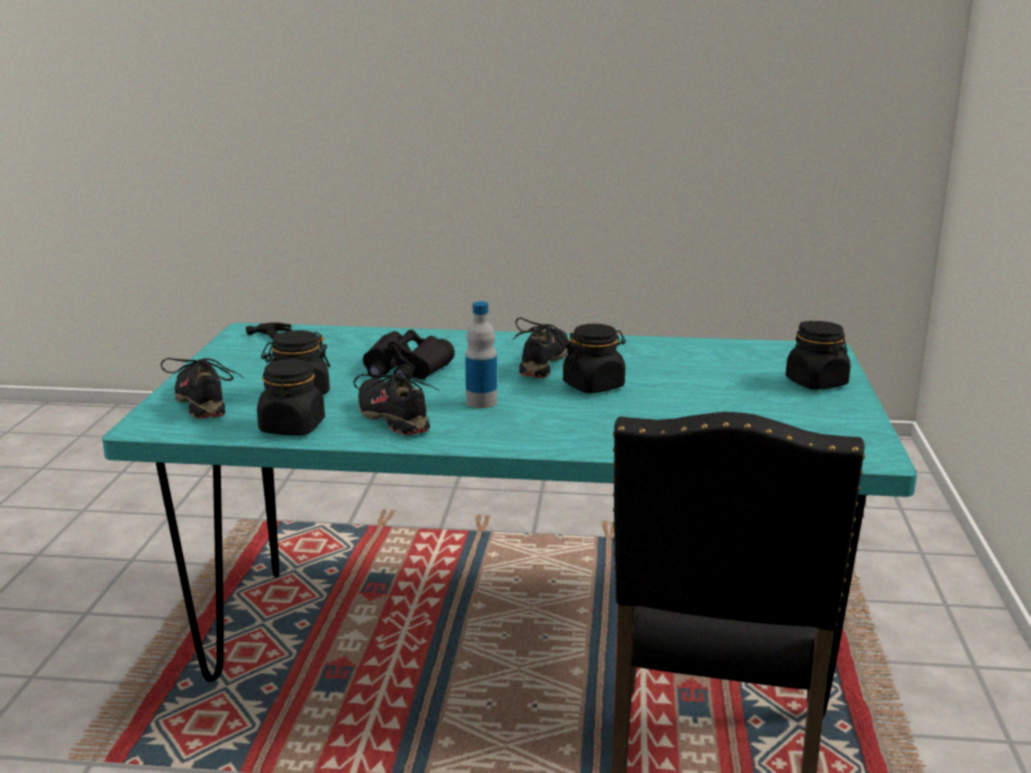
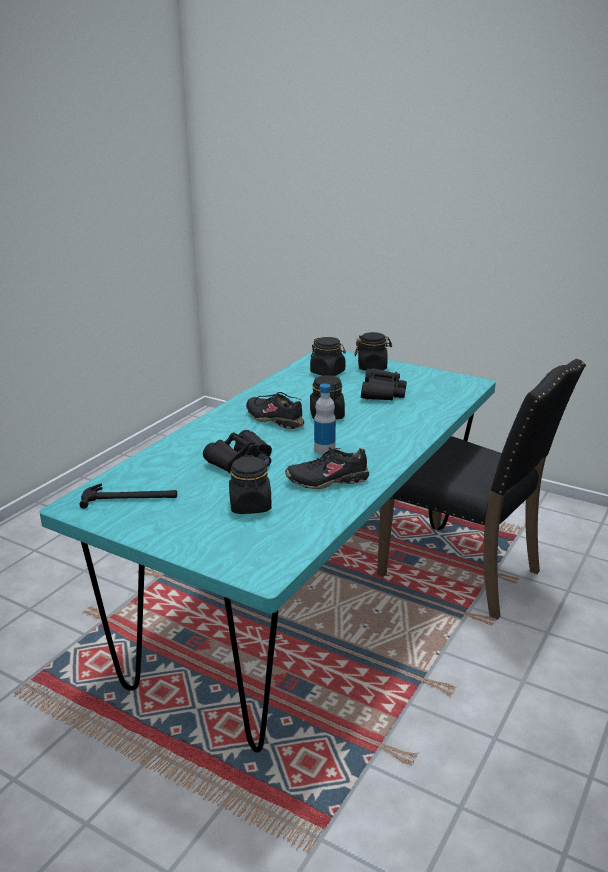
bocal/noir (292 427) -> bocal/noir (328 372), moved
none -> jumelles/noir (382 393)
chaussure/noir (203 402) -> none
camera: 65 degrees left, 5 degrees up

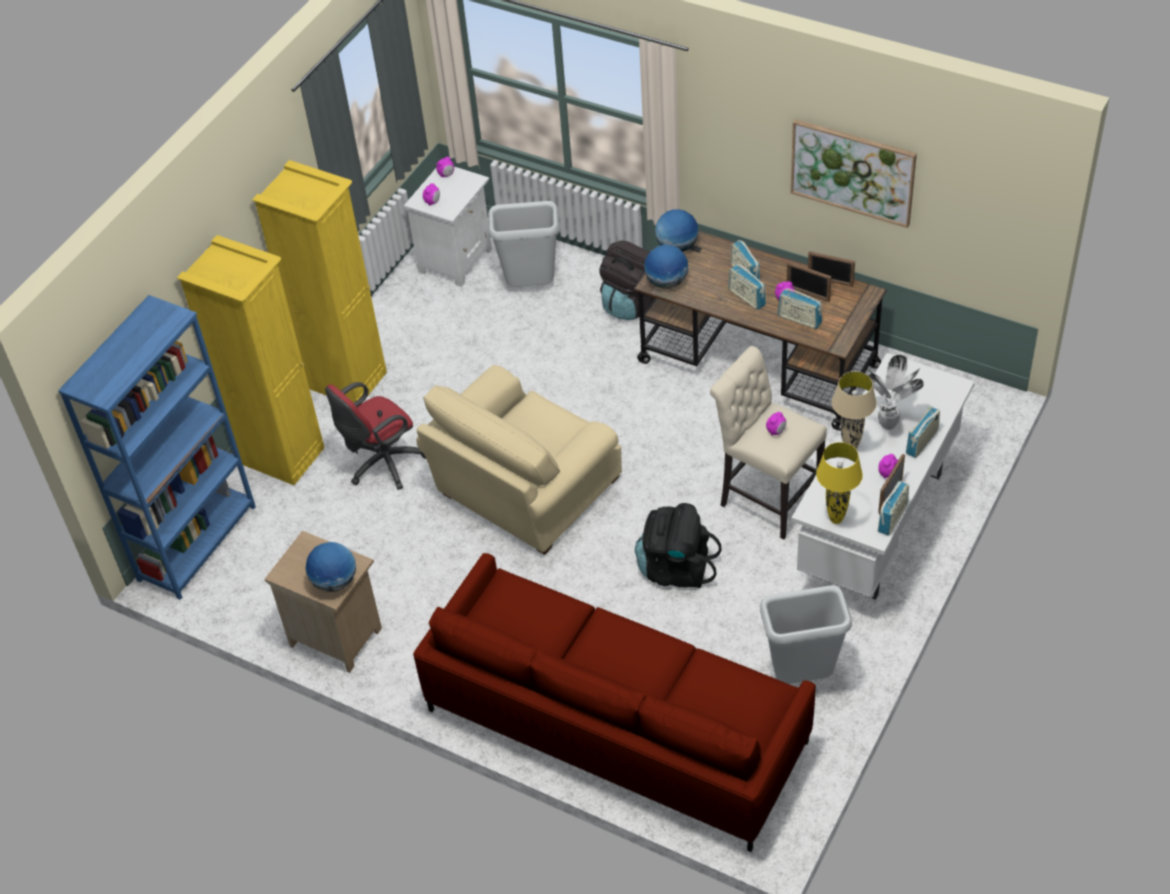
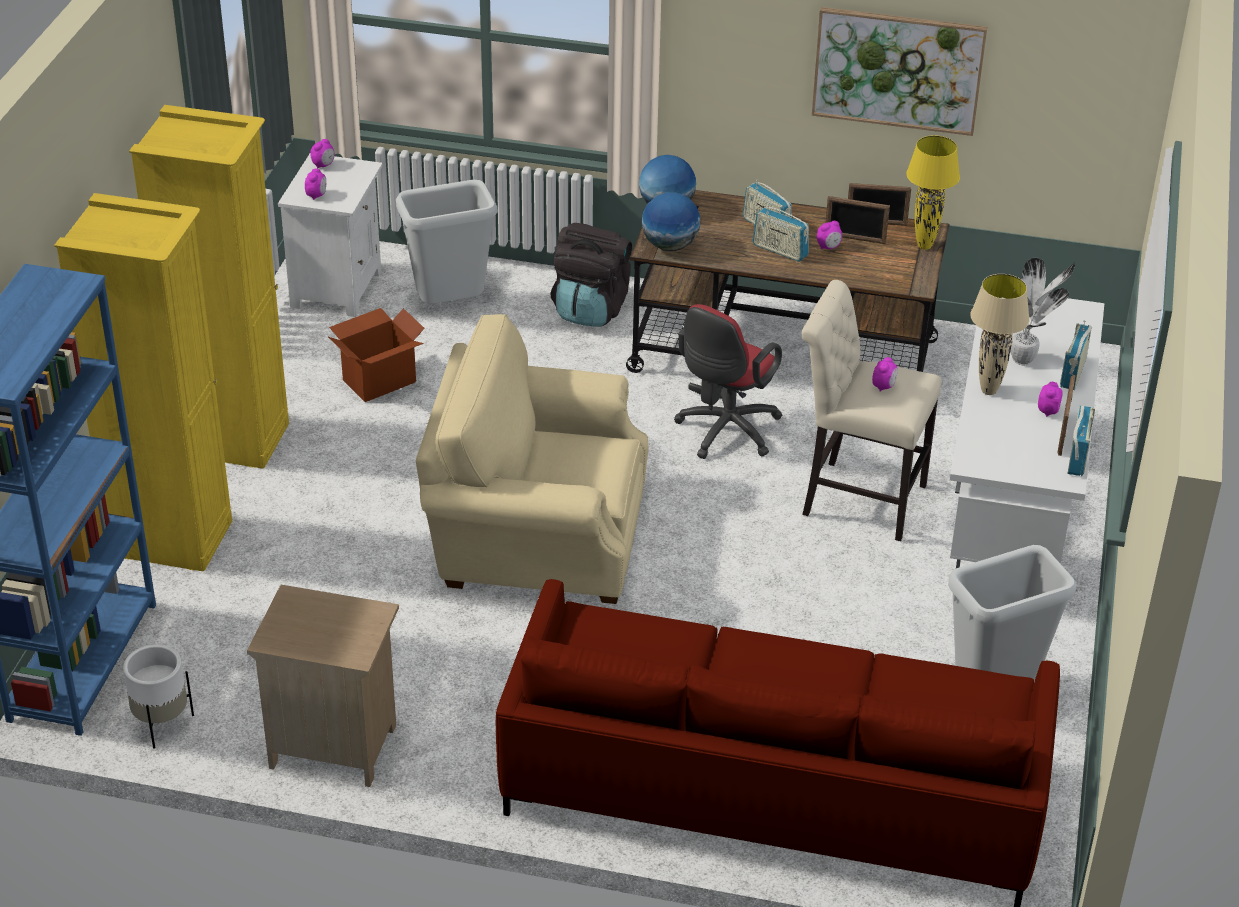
none -> cache-pot/blanc (161 725)
none -> carton (378 381)
fauteuil/beige (526 490) -> fauteuil/beige (536 533), 75 degrees clockwise
chaise de bureau/rouge (382 464) -> chaise de bureau/rouge (724 433), moved
lampe de table/jaune (836 519) -> lampe de table/jaune (925 246), moved
globe (335 581) -> none
sac à dos/noir (675 569) -> none
radio (799 319) -> none
camera: 20 degrees left, 10 degrees down

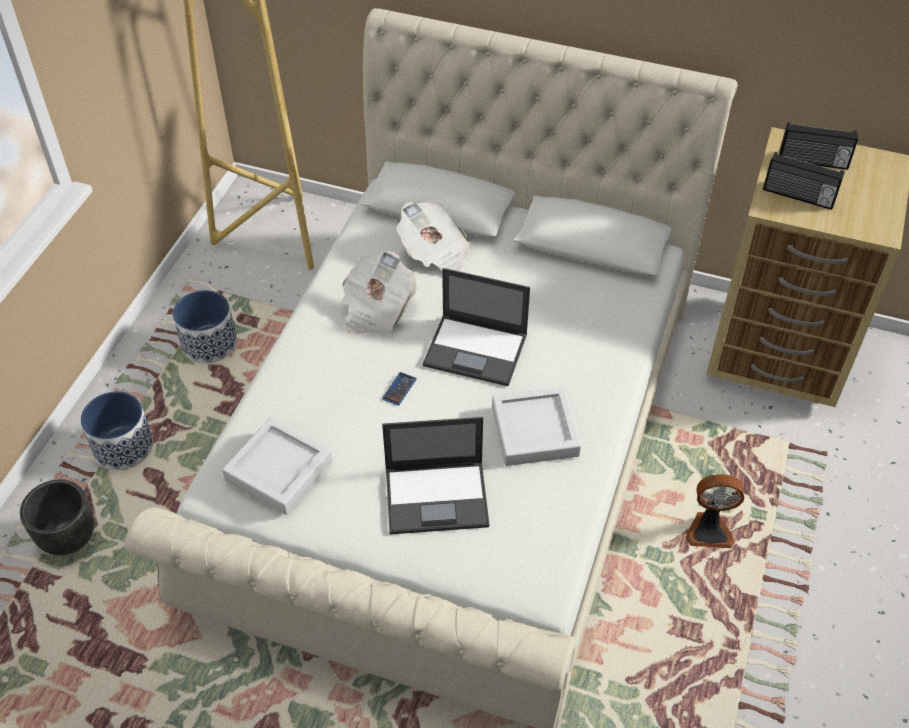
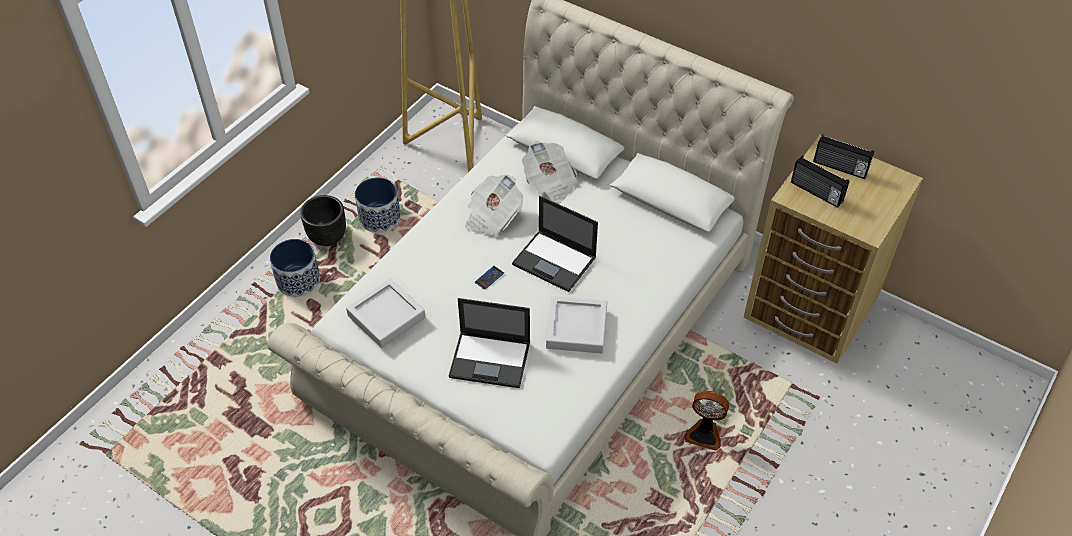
cache-pot/noir (68 538) -> cache-pot/noir (327 237), moved
camera: 15 degrees right, 0 degrees up

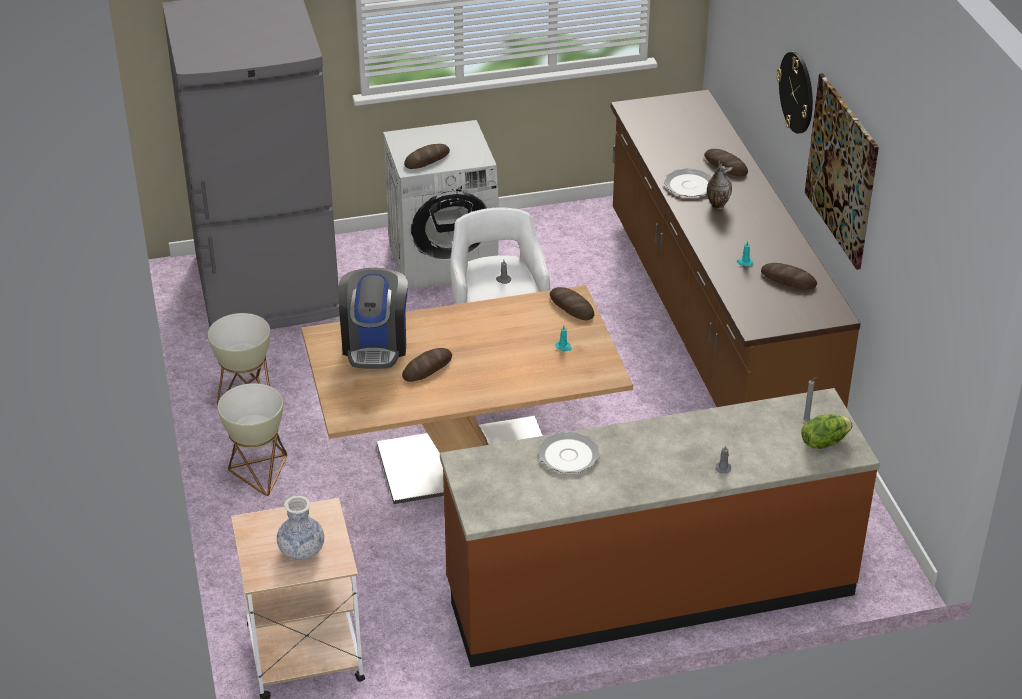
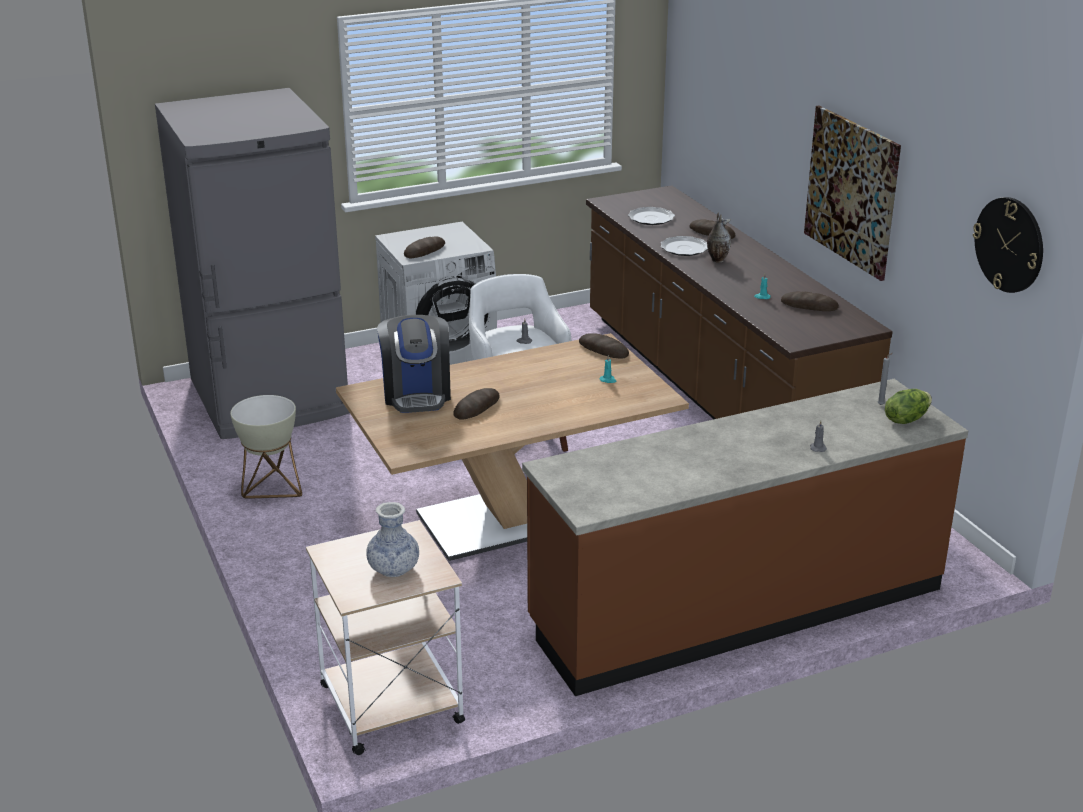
assiette (569 455) -> assiette (651 218), moved
horloge murale (797 92) -> horloge murale (1009 244), moved
cache-pot (259 473) -> none
camera: 10 degrees left, 10 degrees down

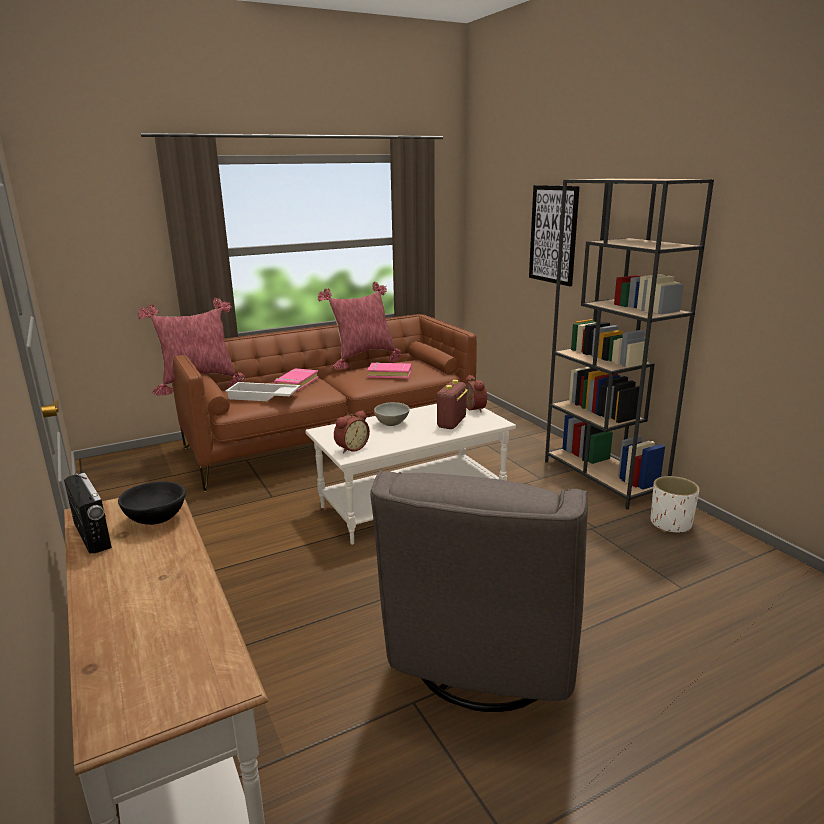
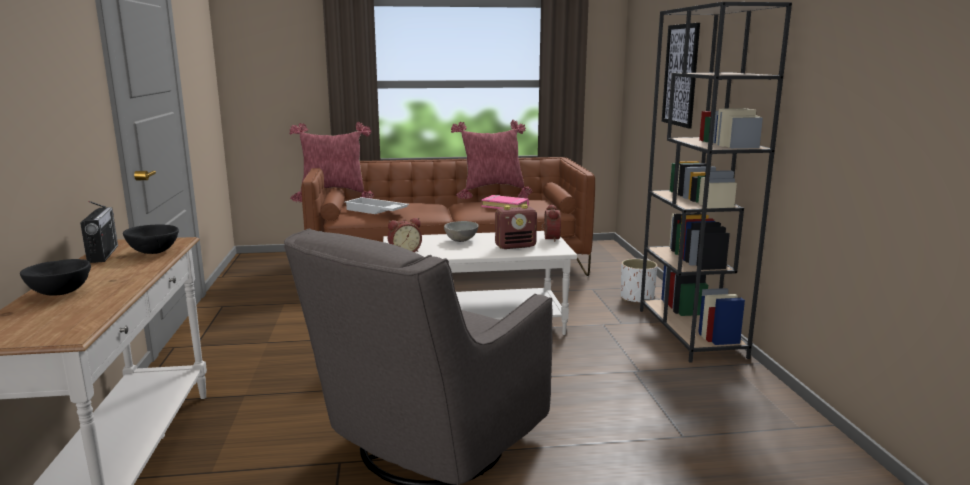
none -> bol/noir (59 293)
radio (451 423) -> radio (516 246), 150 degrees counterclockwise
cache-pot/blanc (670 524) -> cache-pot/blanc (637 298), moved
livre/rose (296 383) -> none
camera: 20 degrees right, 5 degrees down

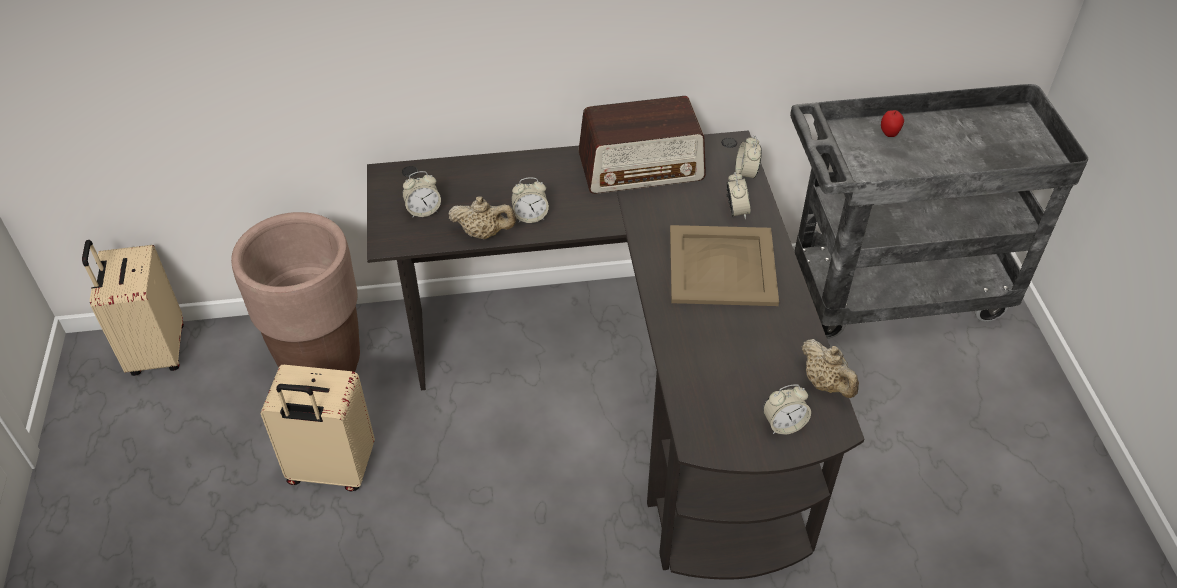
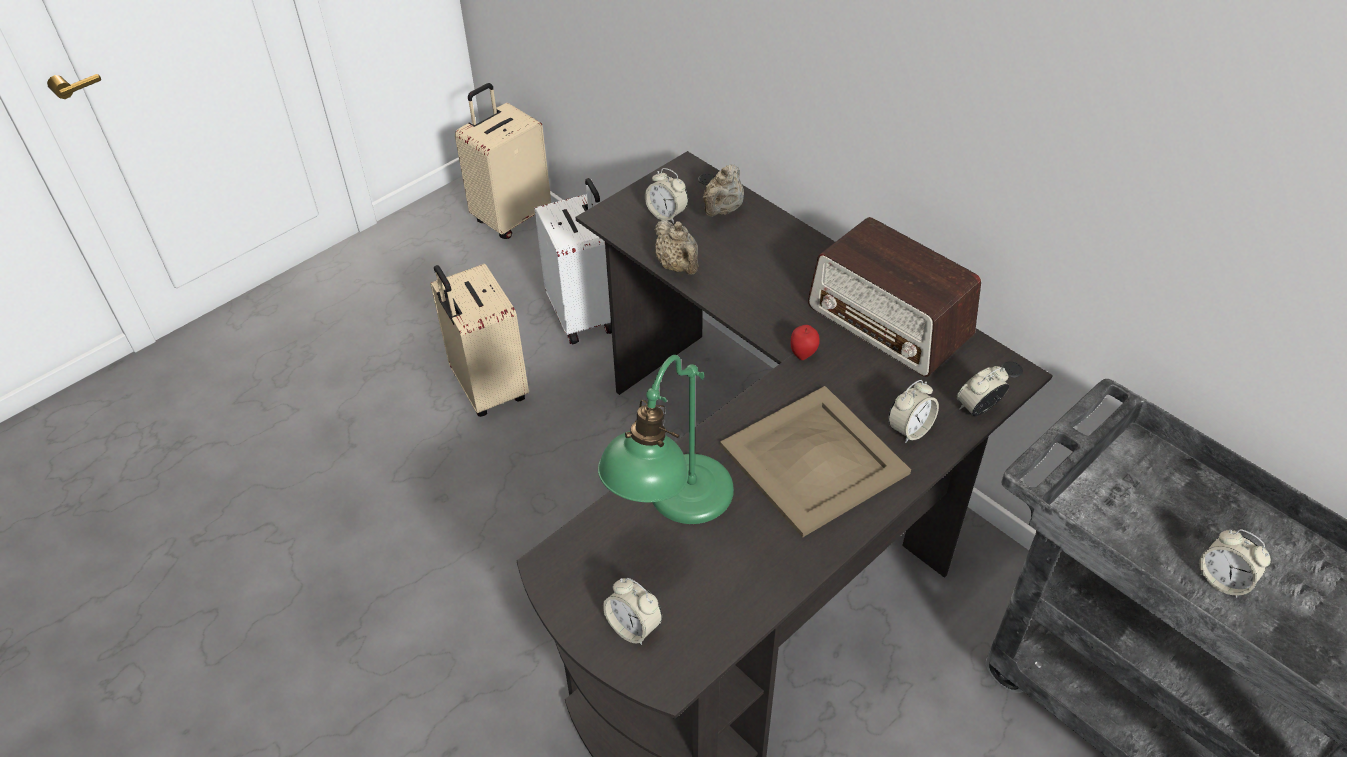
cache-pot/marron (322 366) -> valise/blanc (584 315)
none -> lampe de table/vert (673 517)
théière/beige (826 384) -> théière/beige (722 210), moved
pomme (889 133) -> pomme (803 354), moved
réveil (530 216) -> réveil (1223 580), moved
camera: 55 degrees right, 0 degrees up

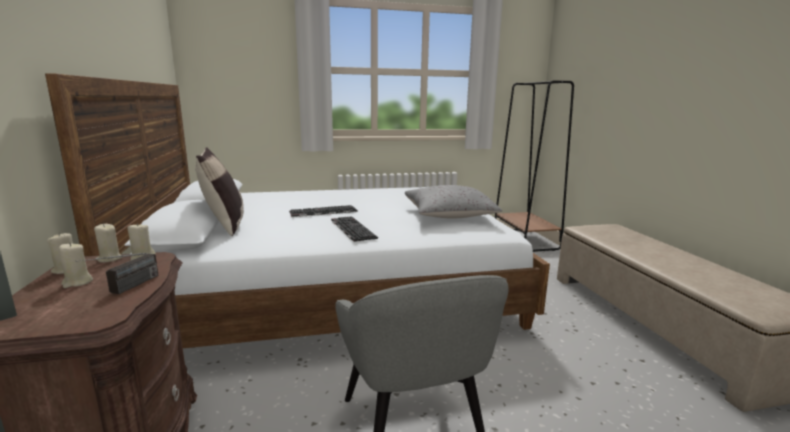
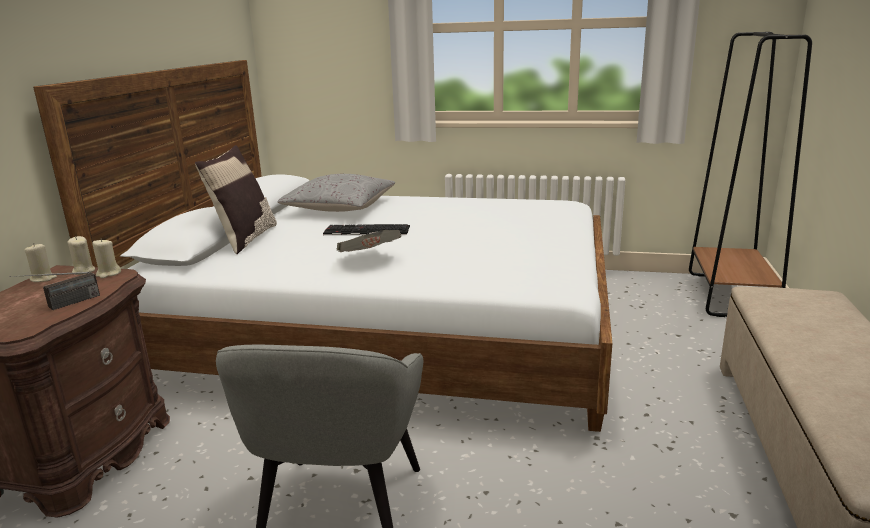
coussin/gris (448 215) -> coussin/gris (340 208), moved
clavier (351 229) -> journal (369 259)
bougie/beige (77 282) -> none
camera: 25 degrees right, 5 degrees up

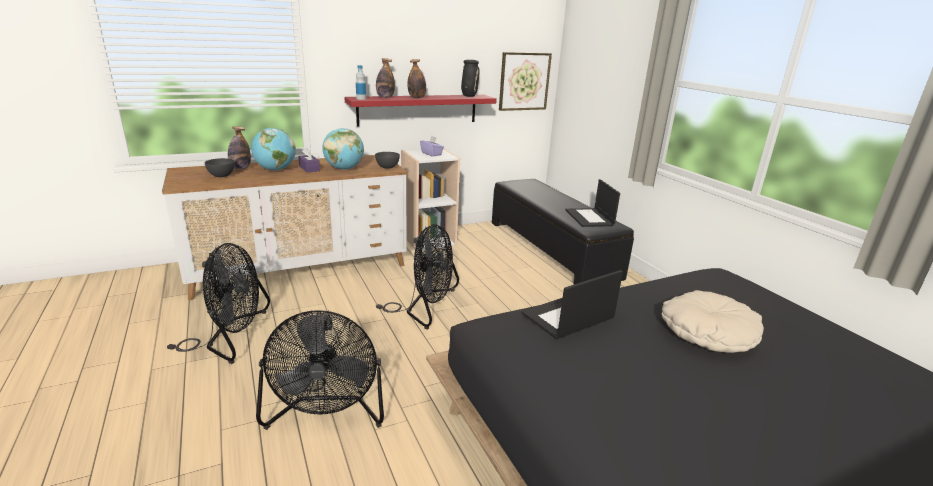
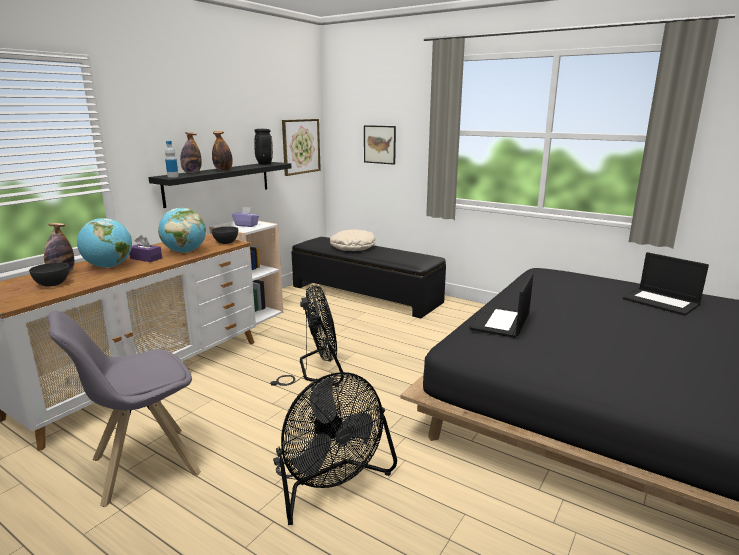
ventilateur/noir (229 337) -> chaise/gris (144 466)
étagère/rouge (418 109) -> étagère/noir (218 183)
coussin/beige (709 334) -> coussin/beige (353 247), moved
none -> tableau (379 144)
ordinateur portable (590 218) -> ordinateur portable (662 302), moved
camera: 30 degrees left, 5 degrees down

